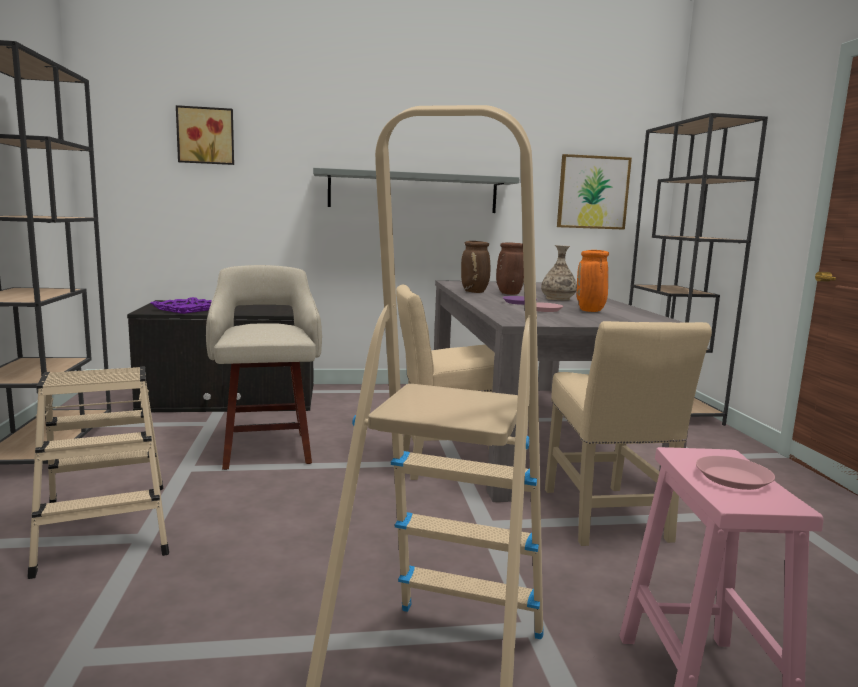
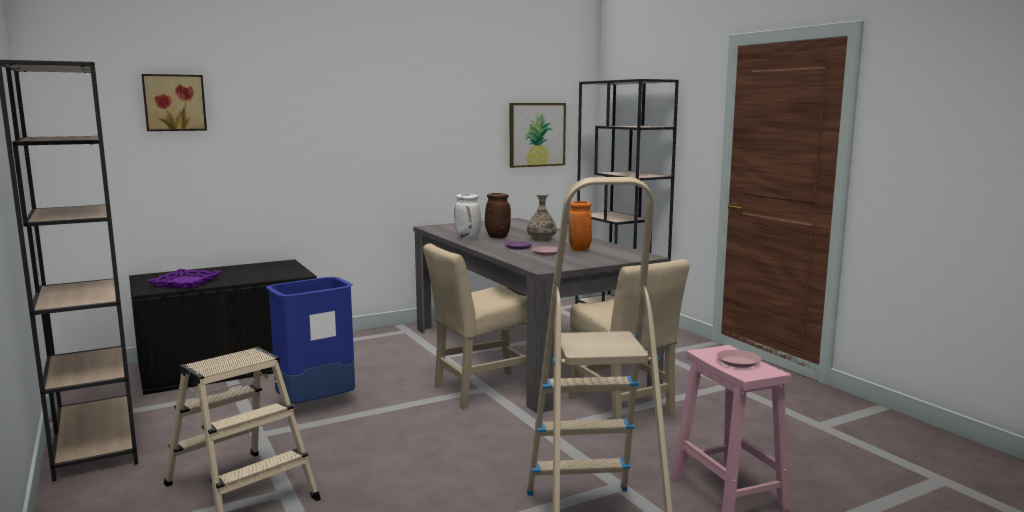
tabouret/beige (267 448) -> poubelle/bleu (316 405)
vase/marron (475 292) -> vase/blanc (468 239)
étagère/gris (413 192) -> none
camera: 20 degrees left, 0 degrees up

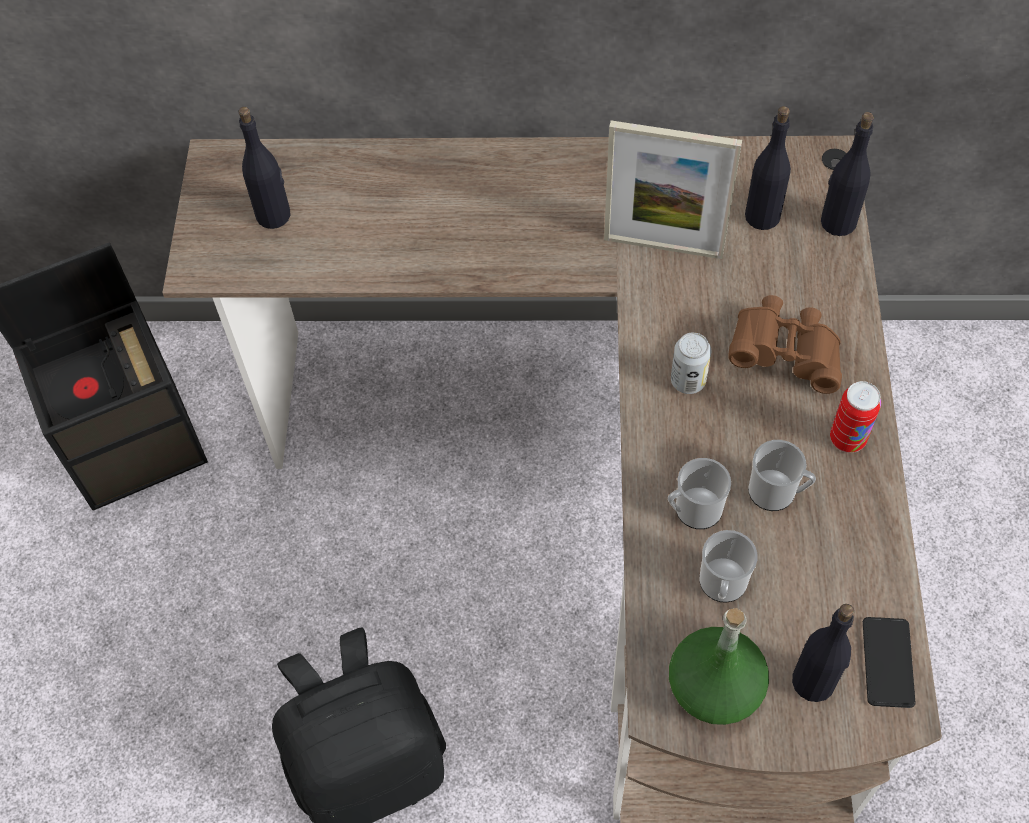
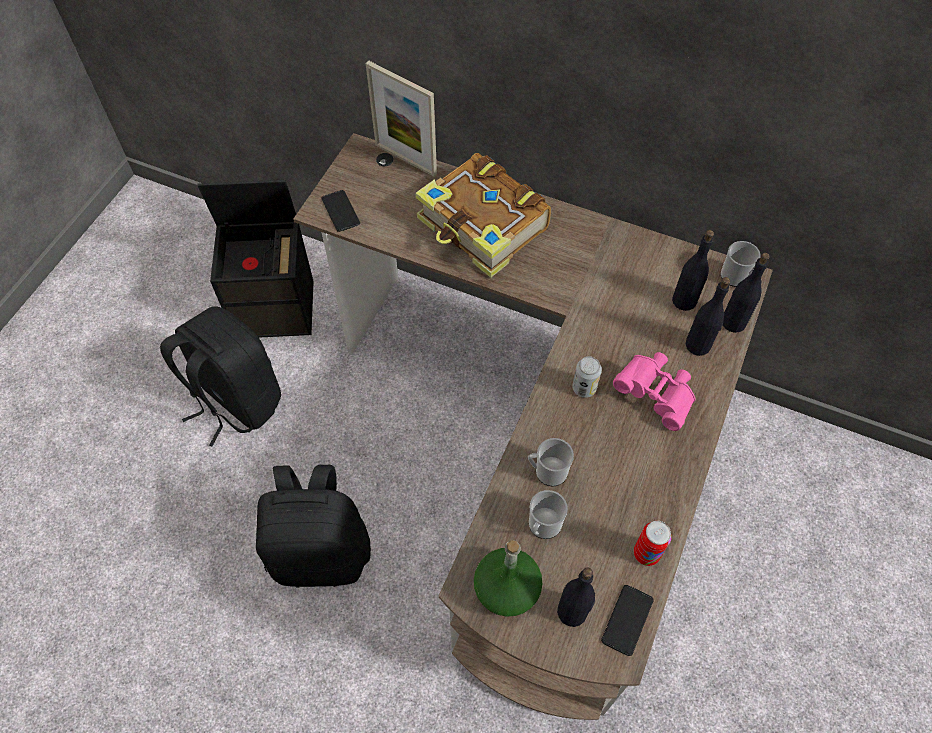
none -> sac à dos/noir (236 400)
none -> téléphone (340 211)
cadre photo (663 246) -> cadre photo (405 159), moved
none -> livre (483 227)
jumelles/marron (785 355) -> jumelles/rose (656 395)
boîte métallique (847 439) -> boîte métallique (646 554), moved
bouteille/noir (274 215) -> bouteille/noir (698 345), moved
mug (777 493) -> mug (737 277), moved
camera: 20 degrees right, 0 degrees up

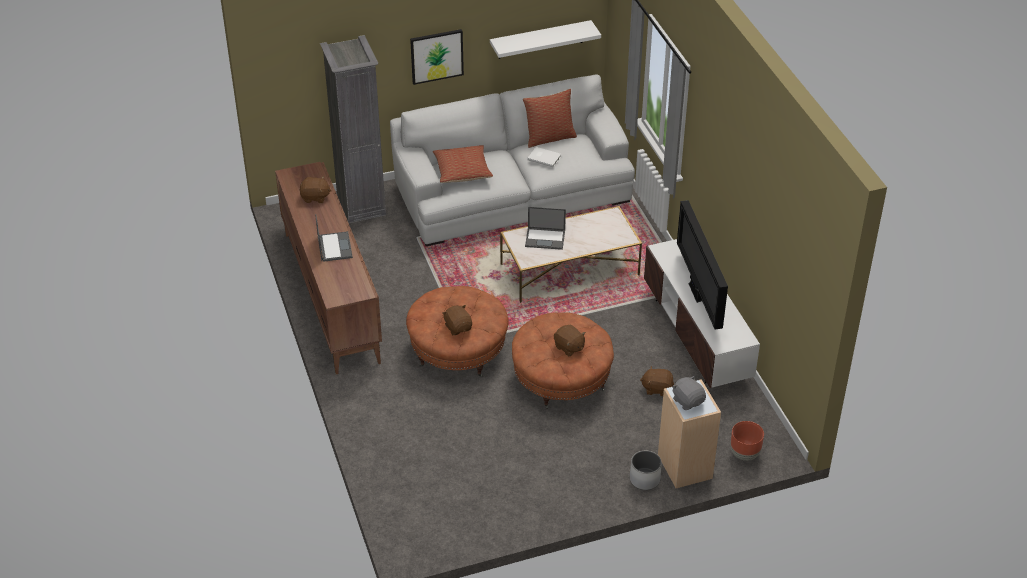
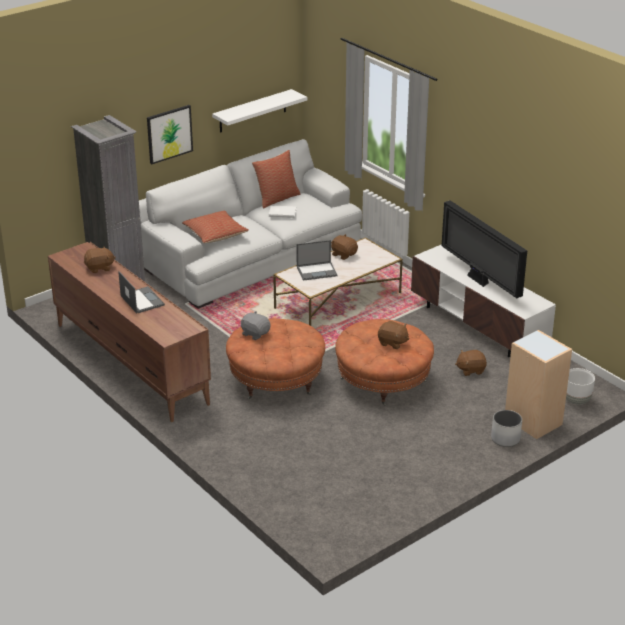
peluche/gris (688 401) -> peluche/gris (255 334), moved
peluche/marron (458 327) -> peluche/marron (344 254), moved
cache-pot/marron (745 454) -> cache-pot/blanc (576 400)
camera: 20 degrees left, 10 degrees down

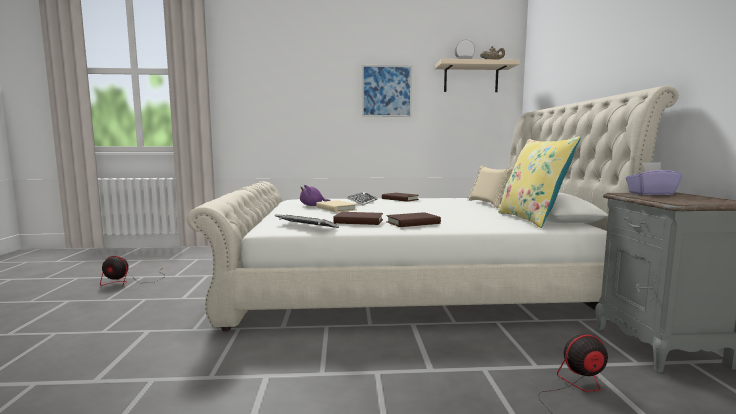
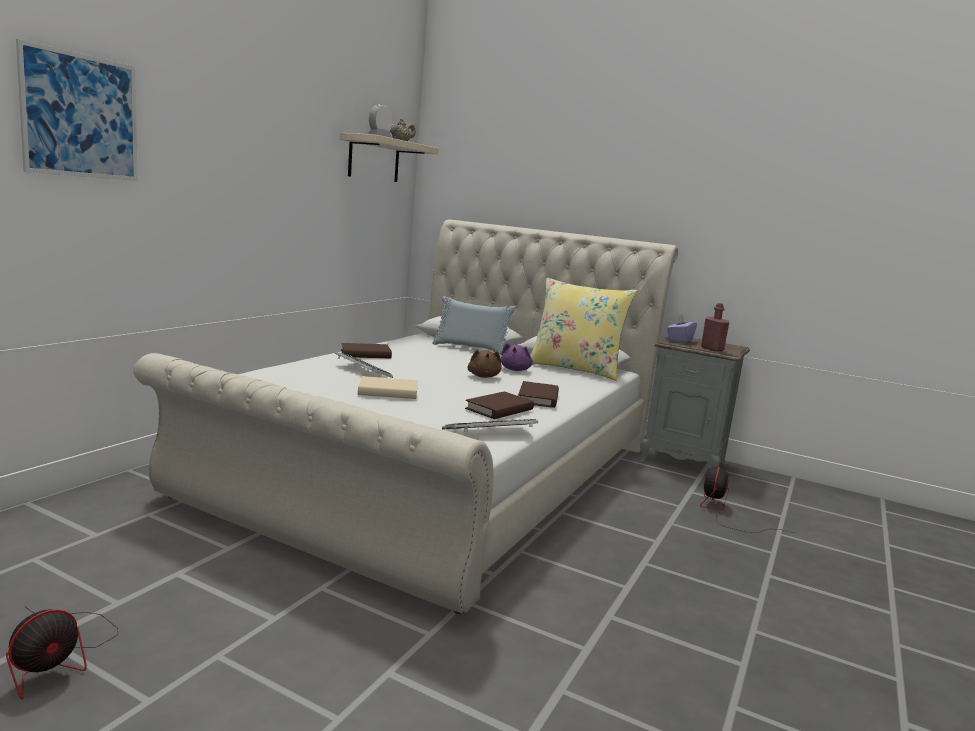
tableau (386 91) -> tableau (81 116), moved
coussin/beige (488 204) -> coussin/bleu (470 349)
none -> peluche/marron (483 376)
peluche/violet (313 205) -> peluche/violet (515 370), moved
none -> bouteille/rouge (712 349)
camera: 60 degrees left, 5 degrees up

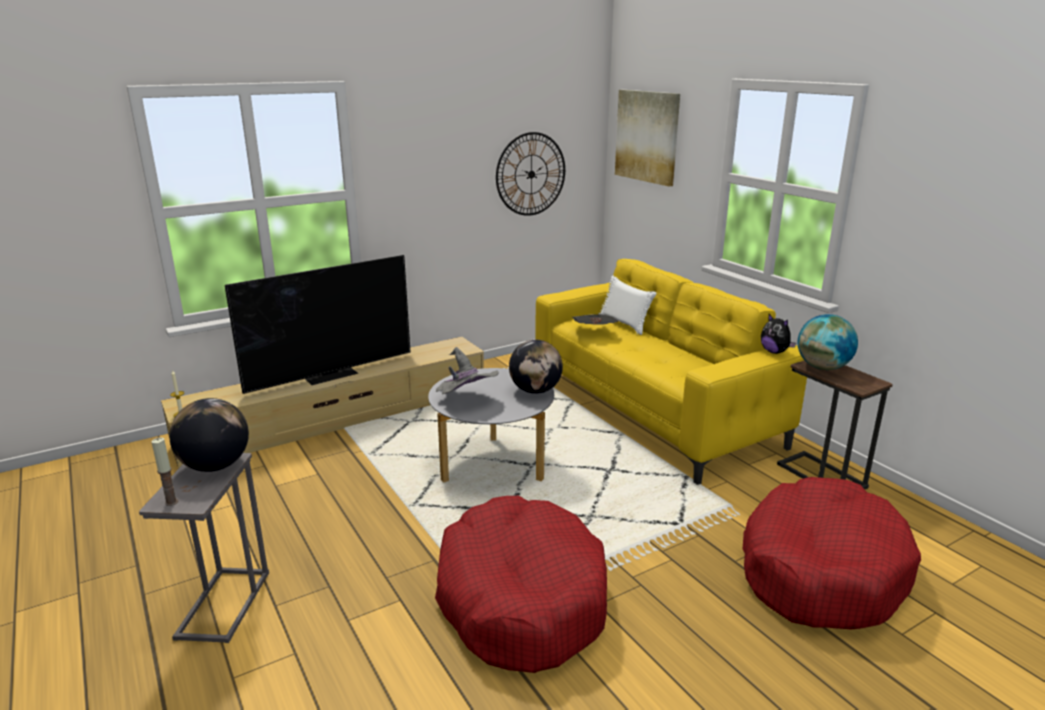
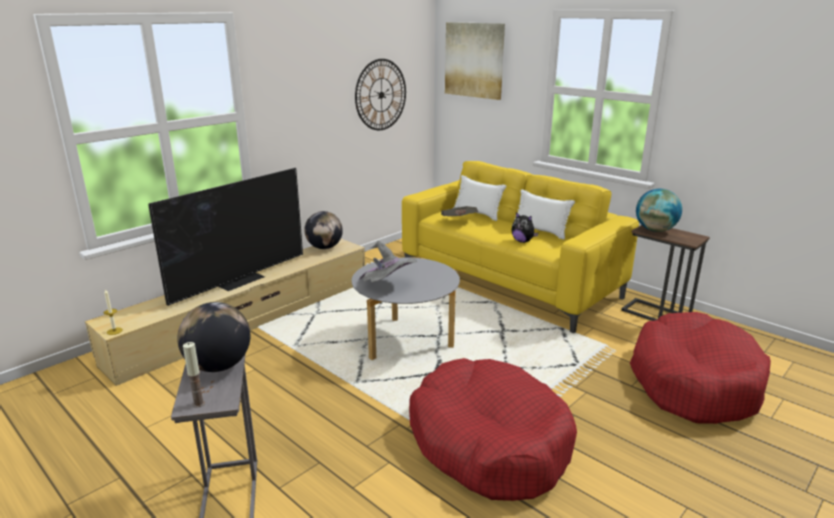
globe (535 391) -> globe (324 247), moved
peluche (774 352) -> peluche (522 241), moved
none -> coussin/blanc (540 231)
camera: 15 degrees left, 0 degrees up

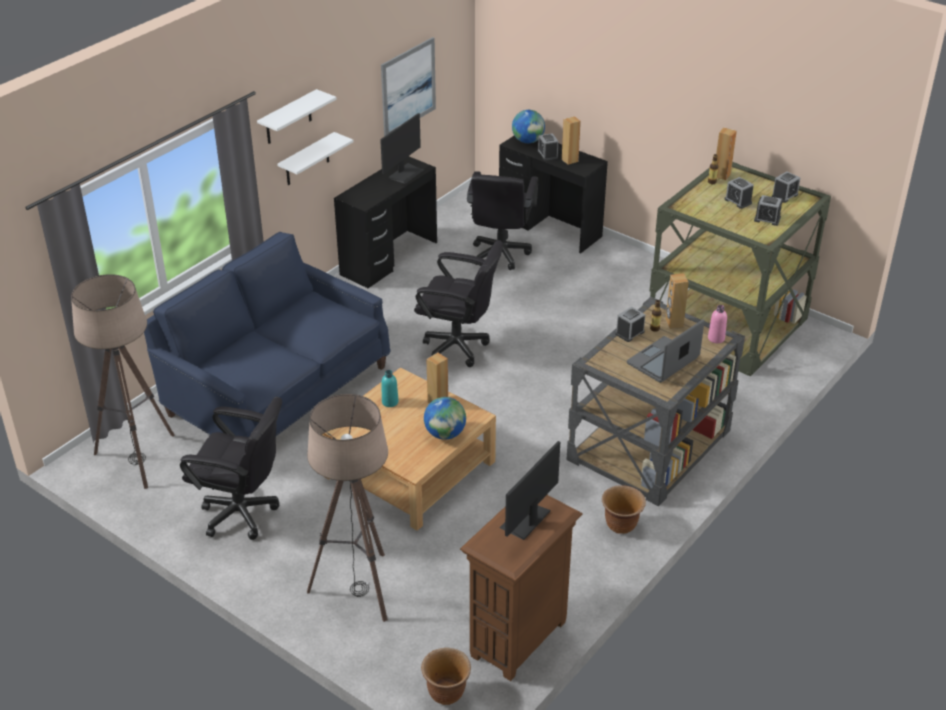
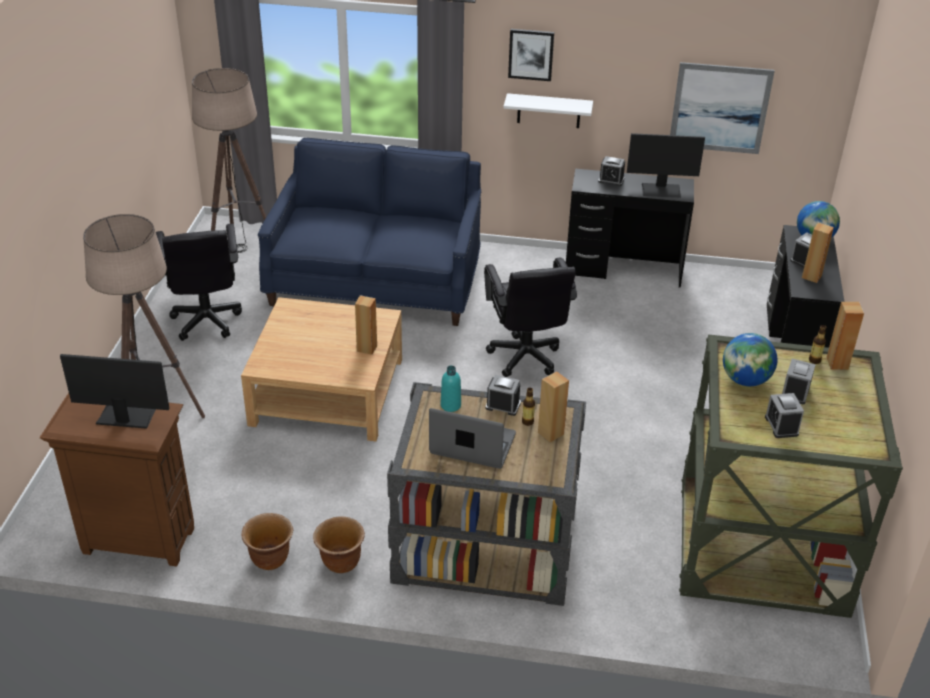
cache-pot/marron (446 693) -> cache-pot/marron (270 559), moved
bouteille/turquoise (390 402) -> bouteille/turquoise (450 405), moved
étagère/blanc (288 118) -> tableau (531 54)
réveil (784 195) -> réveil (611 180), moved
globe (445 434) -> globe (745 380), moved
chaise de bureau/noir (500 257) -> none
bouteille/rose (716 338) -> none
camera: 60 degrees right, 0 degrees up

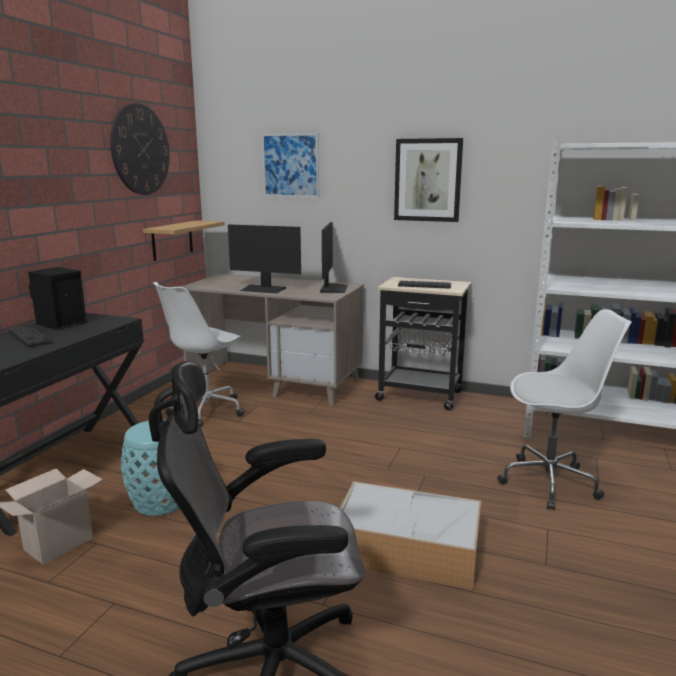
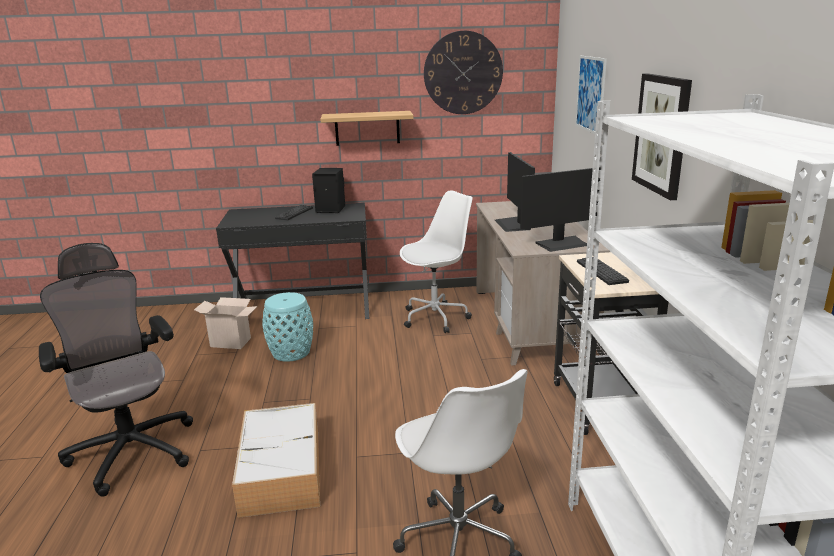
étagère (172 240) -> étagère (367 128), moved
chaise de bureau/blanc (205 411) -> chaise de bureau/blanc (436 317), 135 degrees clockwise
camera: 65 degrees right, 5 degrees up

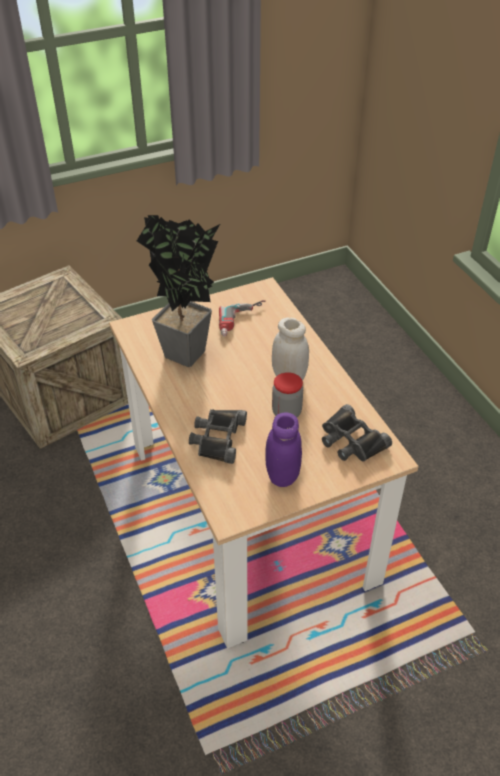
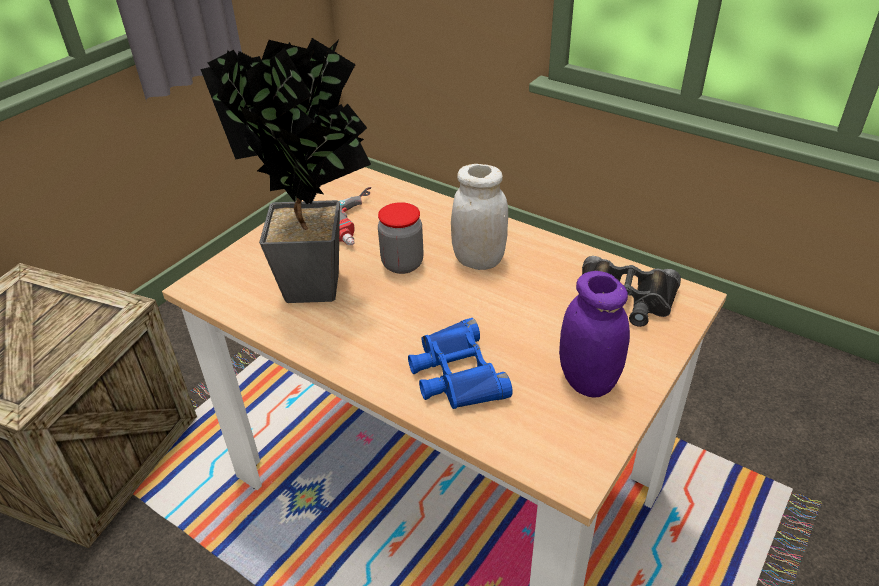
bocal (286 412) -> bocal (402 264), moved
jumelles/noir (217 438) -> jumelles/bleu (455 374)
camera: 30 degrees left, 5 degrees down

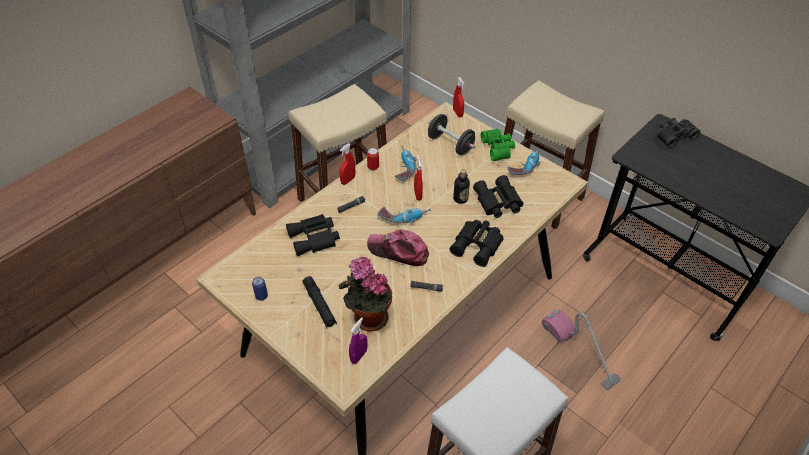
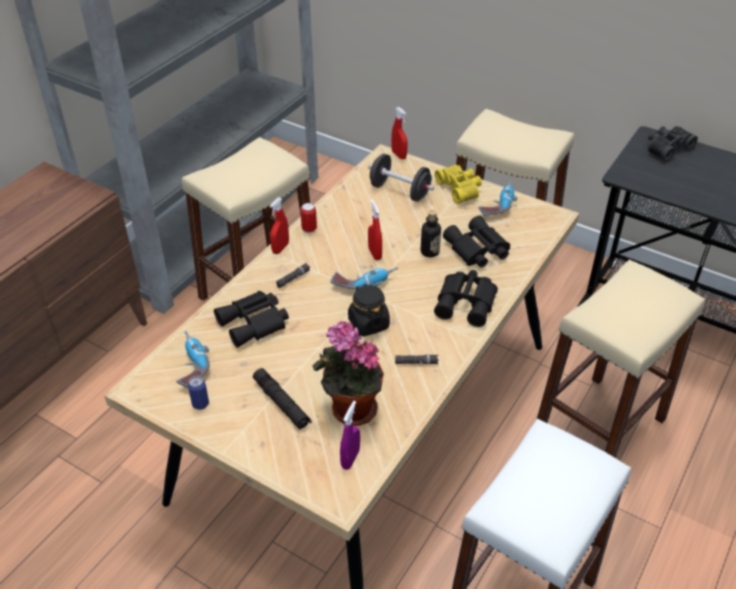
perceuse (403 167) -> perceuse (190 365), moved
casquette (398 251) -> bocal/noir (368 323)
jumelles/vert (498 148) -> jumelles/jaune (460 188)
aspirateur (579 351) -> tabouret/beige (598 429)
camera: 10 degrees left, 5 degrees down

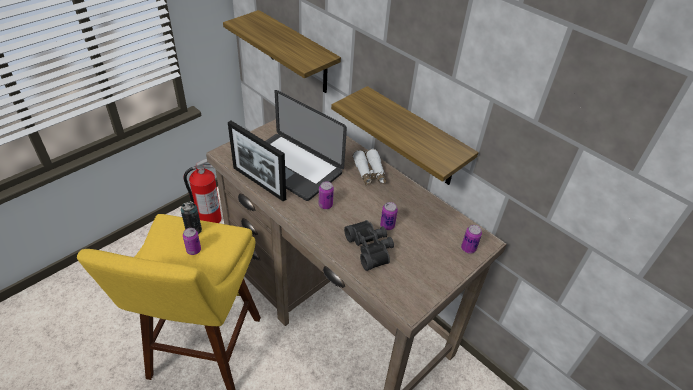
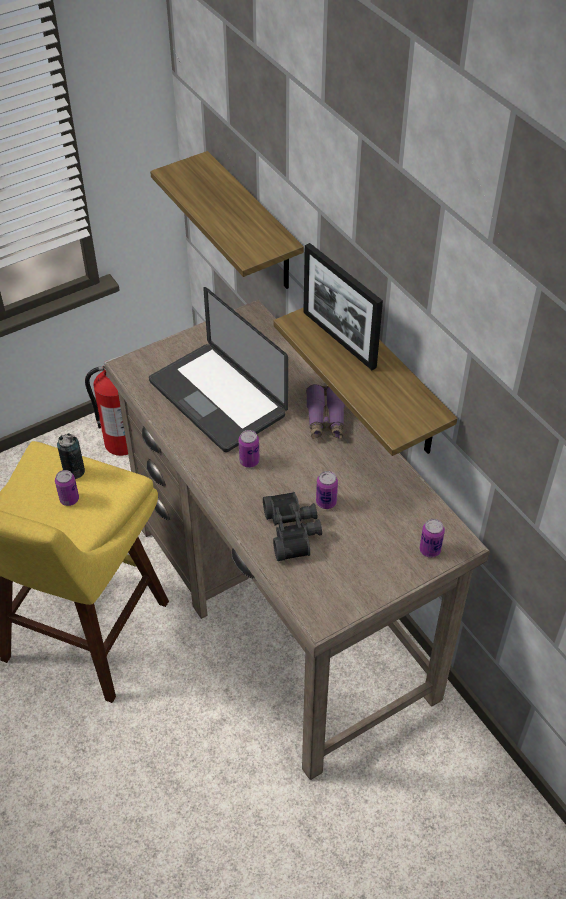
cadre photo (259 183) -> cadre photo (339 339), moved
jumelles/blanc (369 172) -> jumelles/violet (325 419)
camera: 15 degrees right, 5 degrees up

